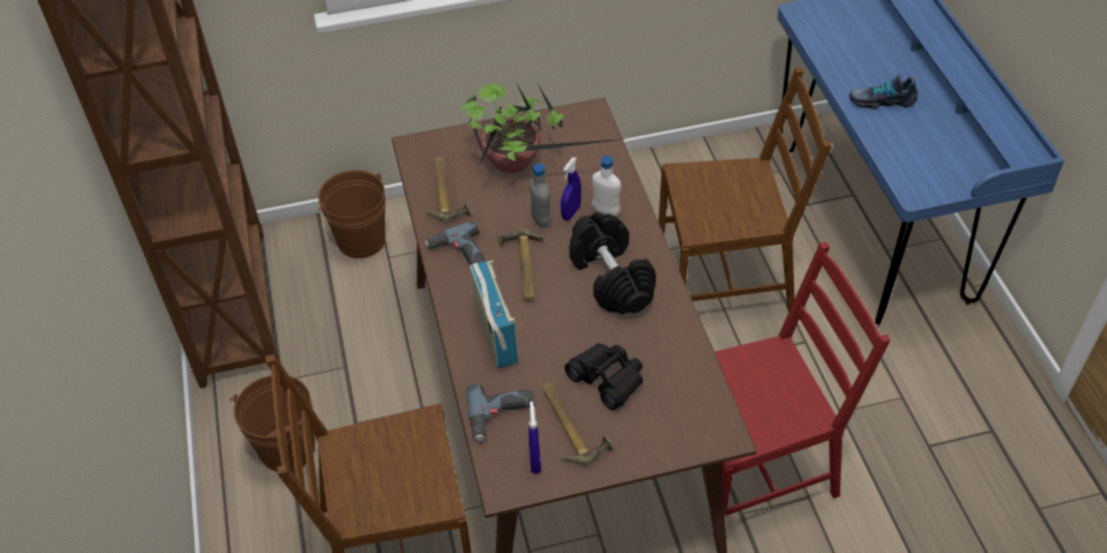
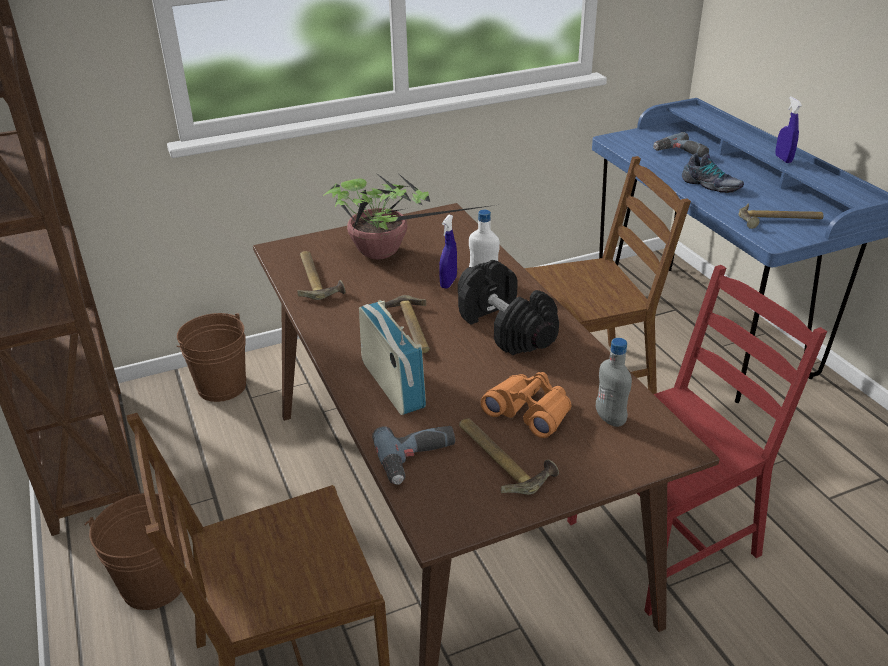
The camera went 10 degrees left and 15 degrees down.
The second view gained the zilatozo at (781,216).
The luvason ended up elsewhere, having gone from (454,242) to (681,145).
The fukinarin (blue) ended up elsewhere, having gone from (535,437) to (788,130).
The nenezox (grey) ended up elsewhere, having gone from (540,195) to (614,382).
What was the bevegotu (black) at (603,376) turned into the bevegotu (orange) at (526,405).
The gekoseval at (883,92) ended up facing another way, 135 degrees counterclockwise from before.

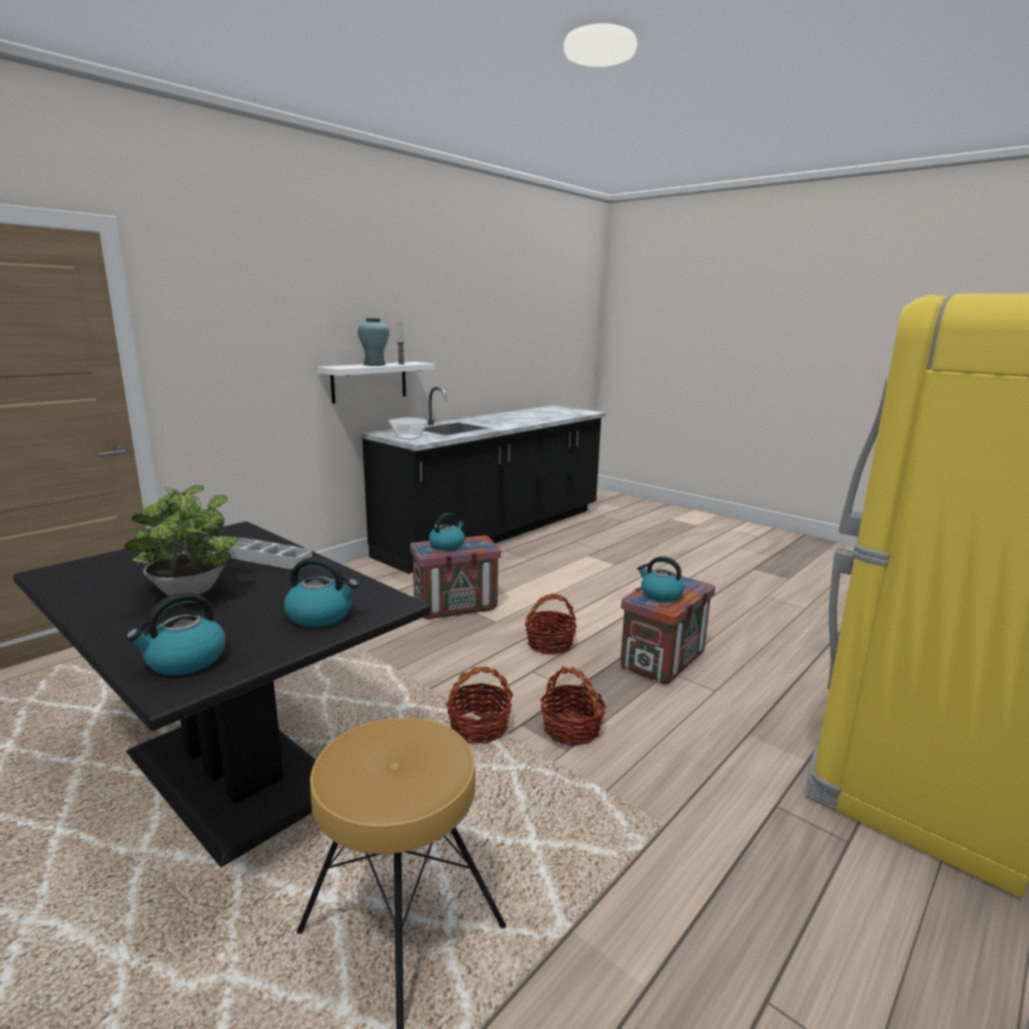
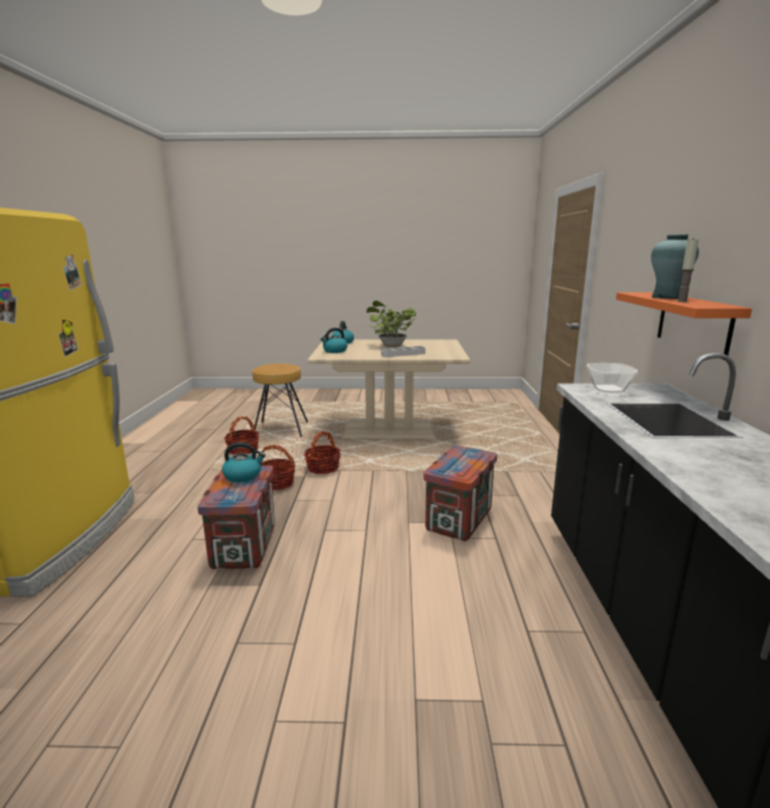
The camera went 140 degrees right and 0 degrees up.
The second view lost the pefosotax at (447,532).
The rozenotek ended up elsewhere, having gone from (551,624) to (242,435).
What was the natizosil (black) at (222,694) turned into the natizosil (beige) at (388,389).
What was the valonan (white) at (376,382) turned into the valonan (orange) at (684,323).

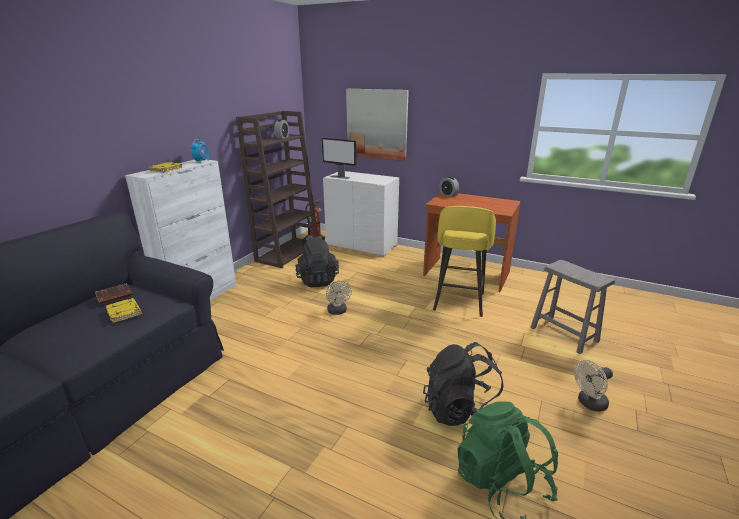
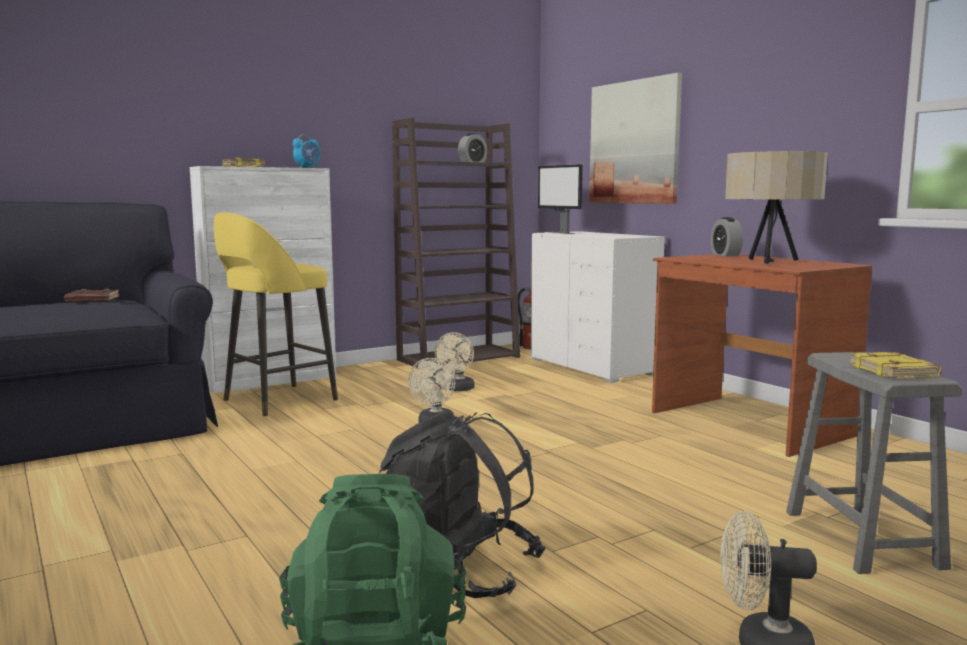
The camera went 30 degrees right and 15 degrees down.
The second view gained the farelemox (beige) at (776,207).
The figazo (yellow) ended up elsewhere, having gone from (123,310) to (894,365).
The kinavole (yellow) ended up elsewhere, having gone from (464,261) to (276,314).
Where the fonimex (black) stood at (317,260), the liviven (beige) came to stand at (455,361).

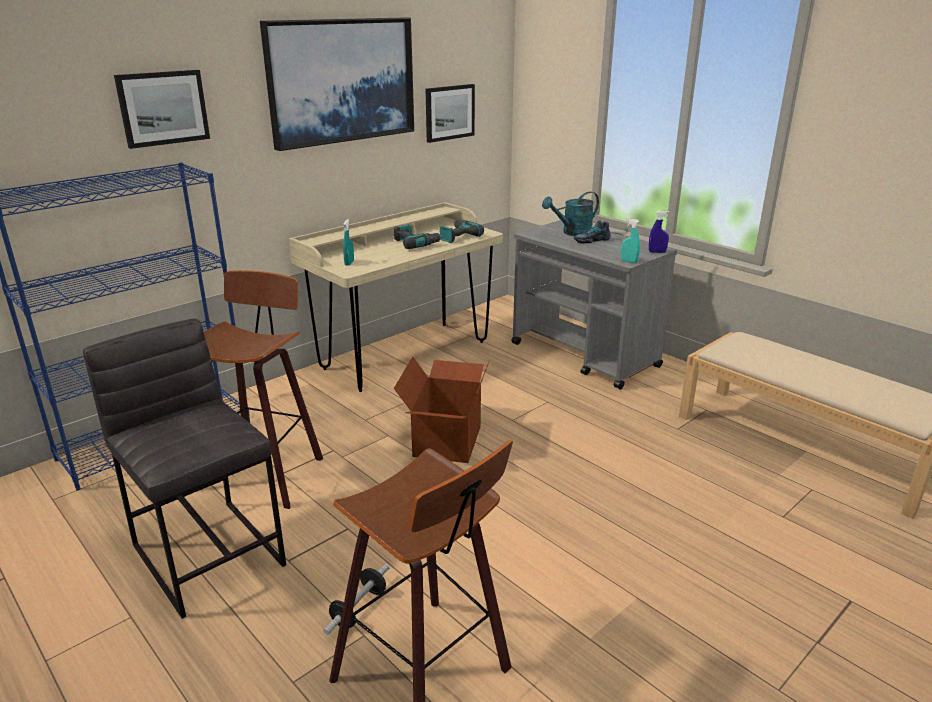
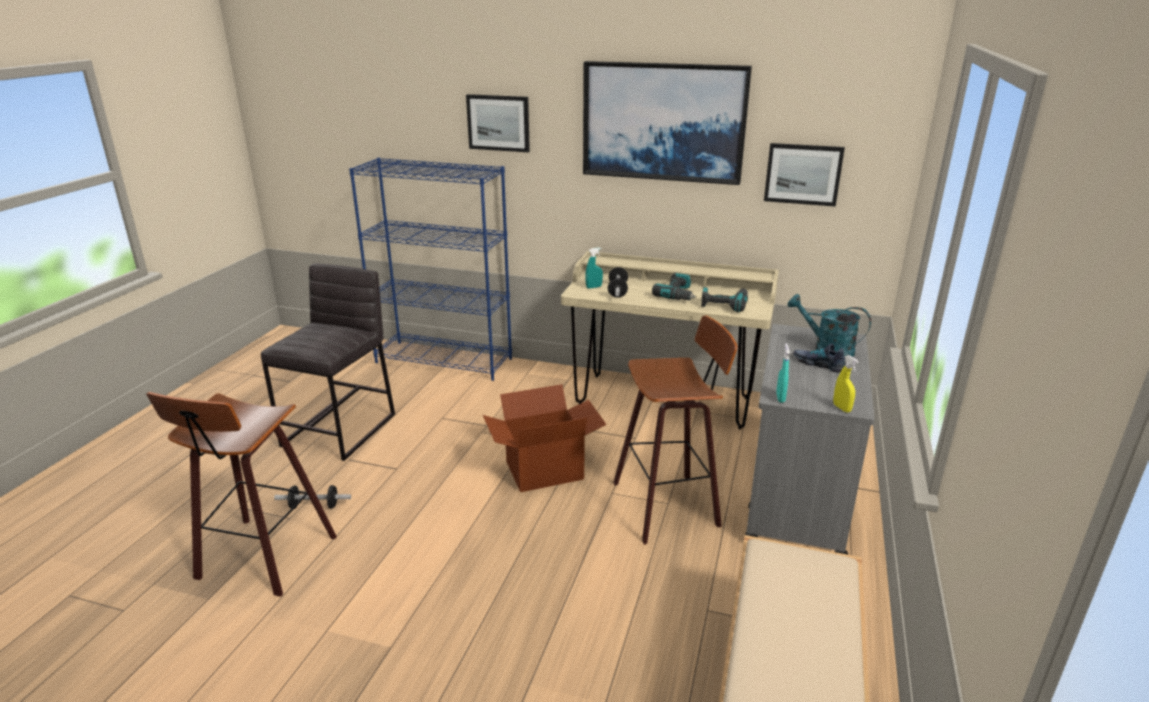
The camera went 60 degrees right and 0 degrees up.
The second view gained the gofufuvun at (618,282).
The kinavole ended up elsewhere, having gone from (263,390) to (675,430).
What was the fukinarin (blue) at (659,232) turned into the fukinarin (yellow) at (846,384).

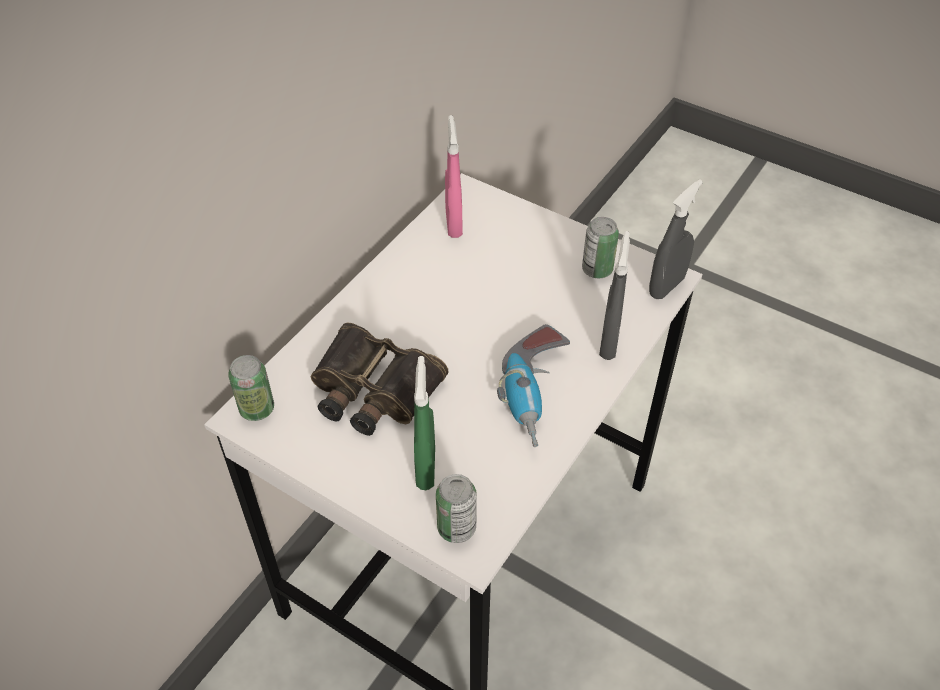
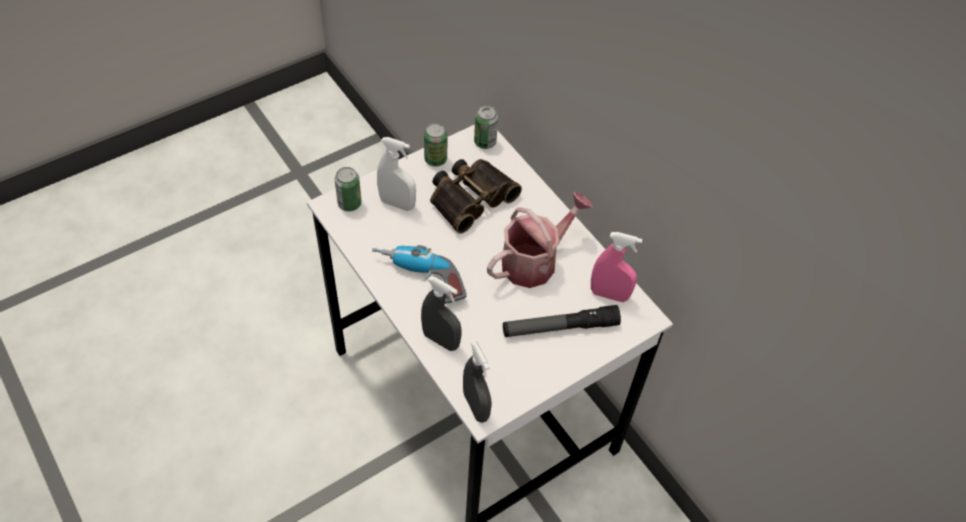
The camera went 110 degrees right and 5 degrees up.
The second view gained the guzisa at (540,240).
The second view gained the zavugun at (562,321).
The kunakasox ended up elsewhere, having gone from (600,247) to (436,145).
What was the fukinarin (green) at (424,423) turned into the fukinarin (white) at (396,174).

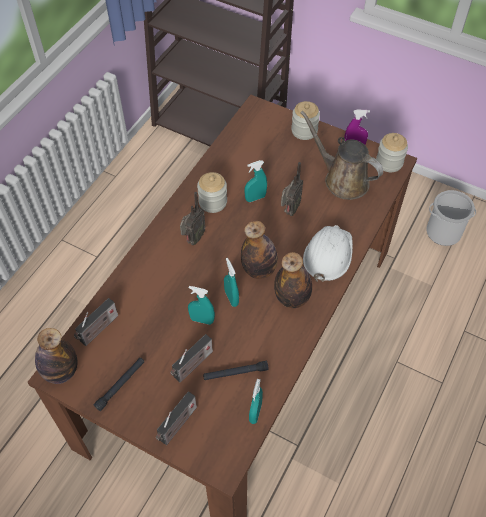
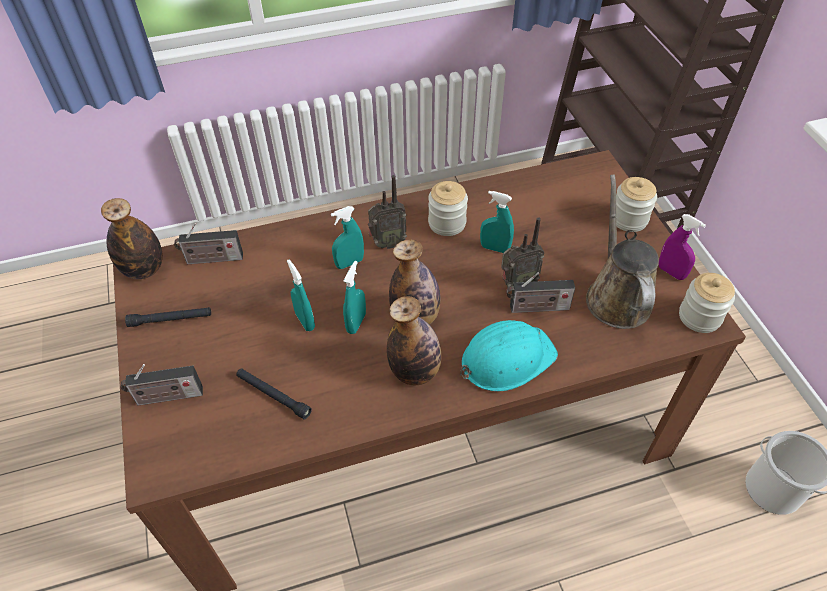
The camera went 45 degrees right and 5 degrees down.
The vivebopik ended up elsewhere, having gone from (191,358) to (540,292).
The fukinarin (turquoise) ended up elsewhere, having gone from (256,401) to (347,237).
What was the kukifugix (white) at (328,253) turned into the kukifugix (turquoise) at (509,356).

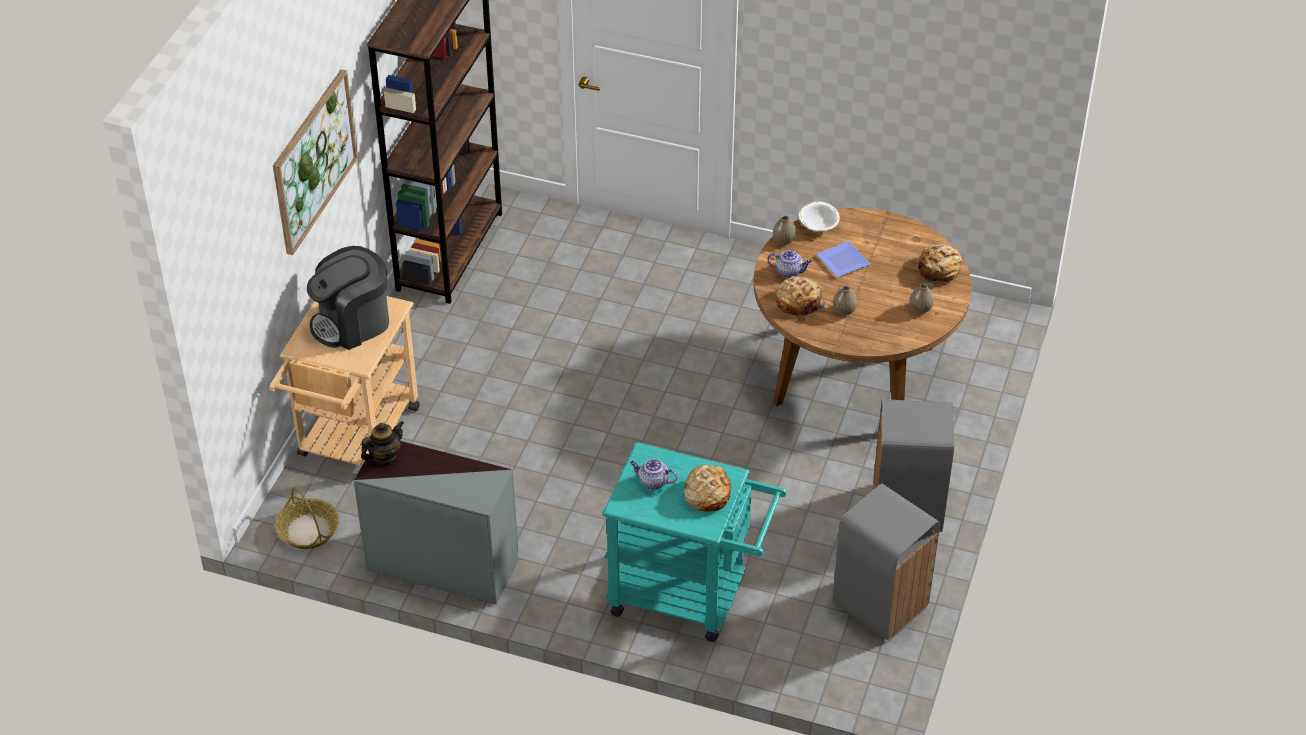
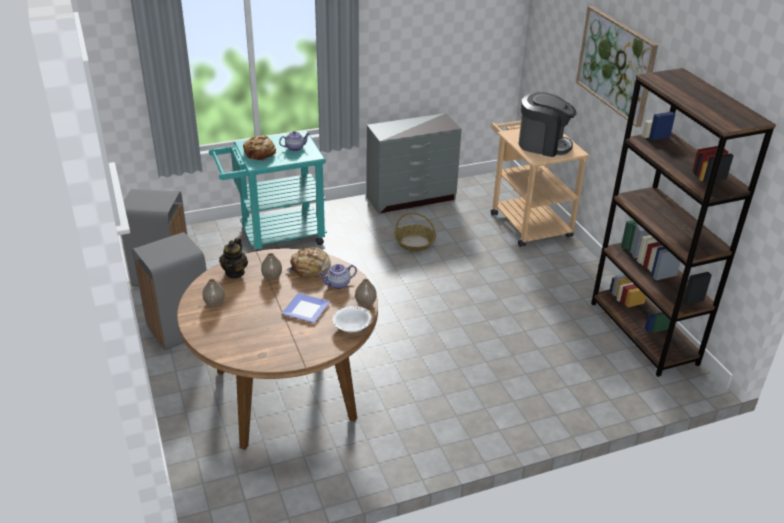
The camera went 140 degrees right and 10 degrees down.
The second view lost the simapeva at (940,264).
The rozenotek ended up elsewhere, having gone from (307,518) to (415,232).
The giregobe ended up elsewhere, having gone from (382,443) to (233,258).
The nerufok at (348,298) ended up facing another way, 90 degrees clockwise from before.

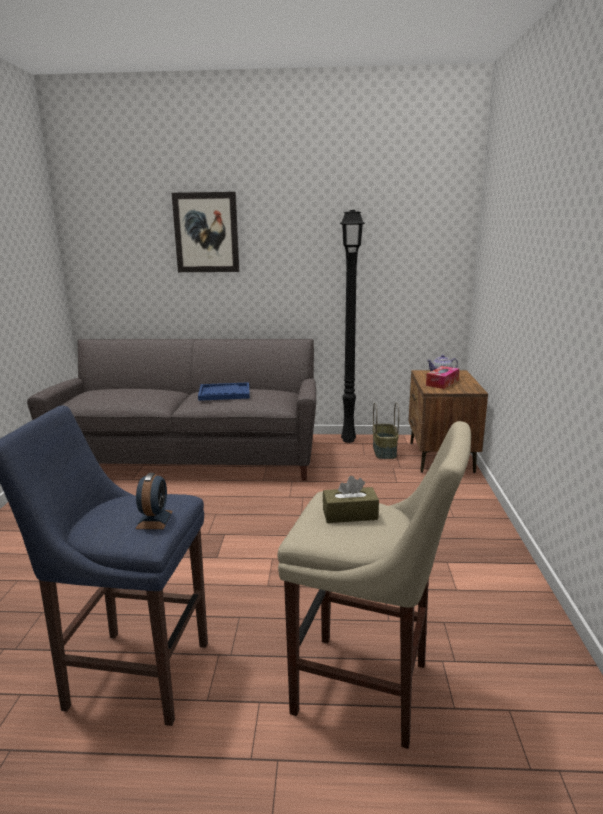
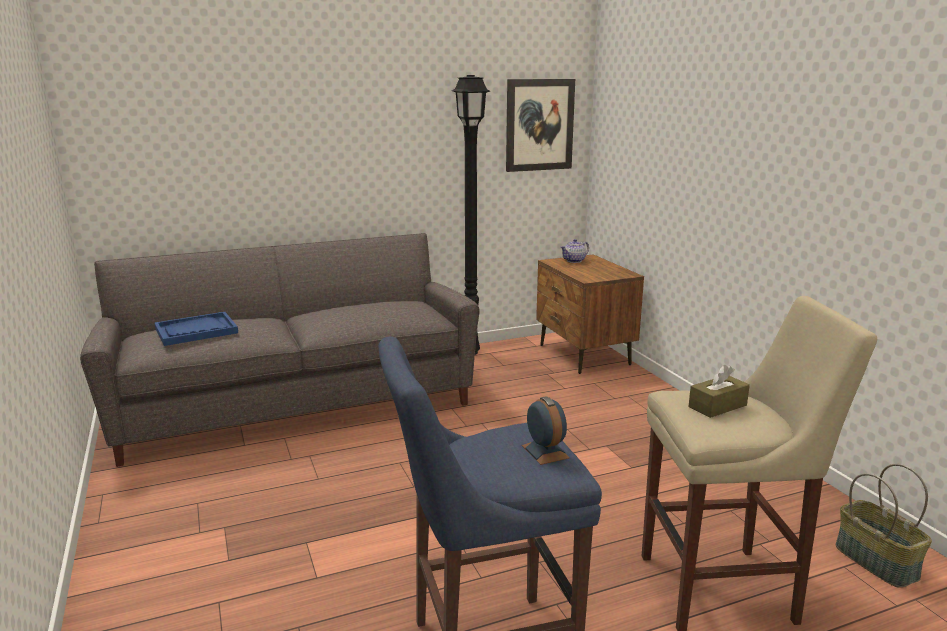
The camera went 25 degrees left and 0 degrees up.
The second view lost the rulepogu at (442,377).
The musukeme ended up elsewhere, having gone from (205,232) to (540,125).
The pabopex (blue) ended up elsewhere, having gone from (224,391) to (196,329).
The rozenotek ended up elsewhere, having gone from (385,430) to (884,526).

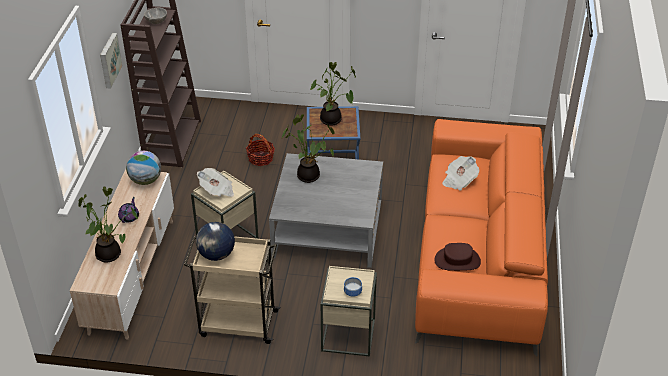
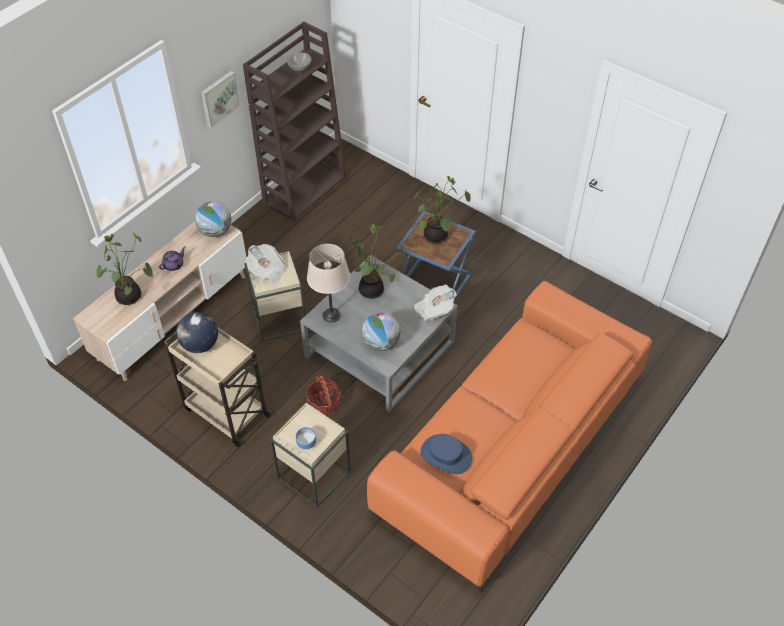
The camera went 30 degrees right and 10 degrees up.
The second view gained the farelemox (beige) at (328,283).
The second view gained the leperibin at (381,331).
The rozenotek ended up elsewhere, having gone from (260,150) to (324,395).
The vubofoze ended up elsewhere, having gone from (460,173) to (435,303).
What was the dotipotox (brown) at (457,257) turned into the dotipotox (blue) at (446,454).

